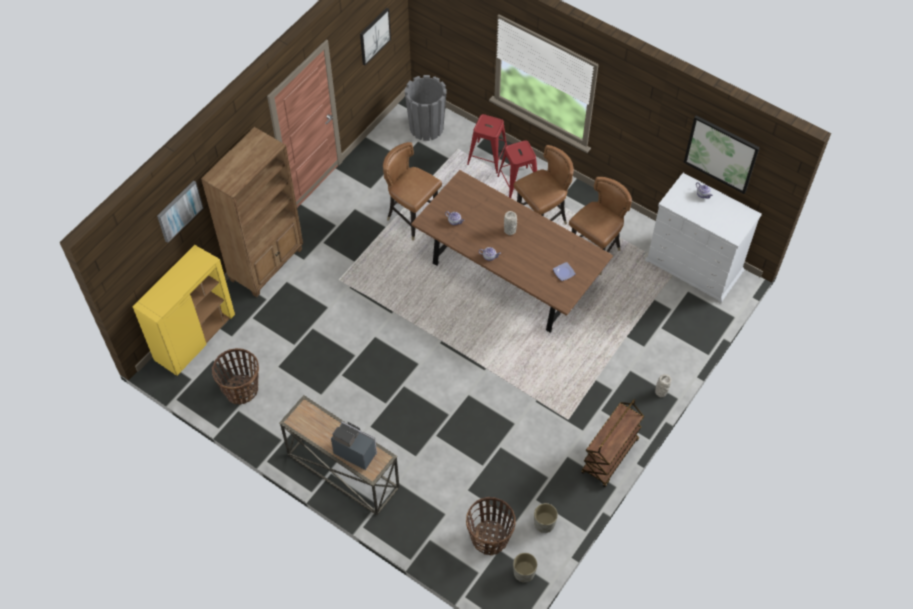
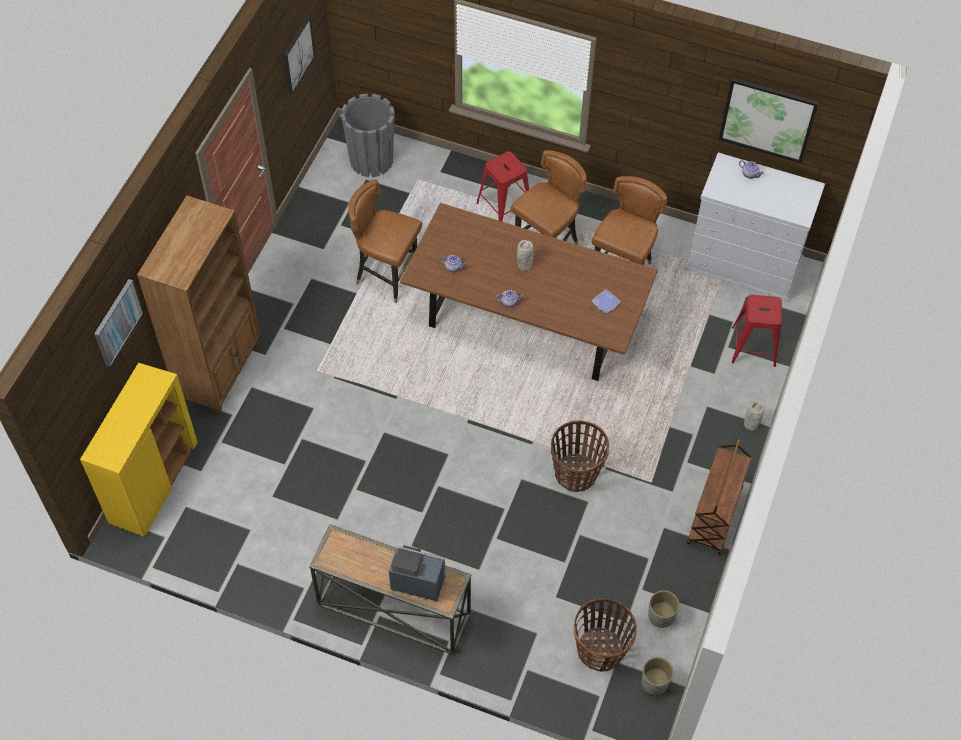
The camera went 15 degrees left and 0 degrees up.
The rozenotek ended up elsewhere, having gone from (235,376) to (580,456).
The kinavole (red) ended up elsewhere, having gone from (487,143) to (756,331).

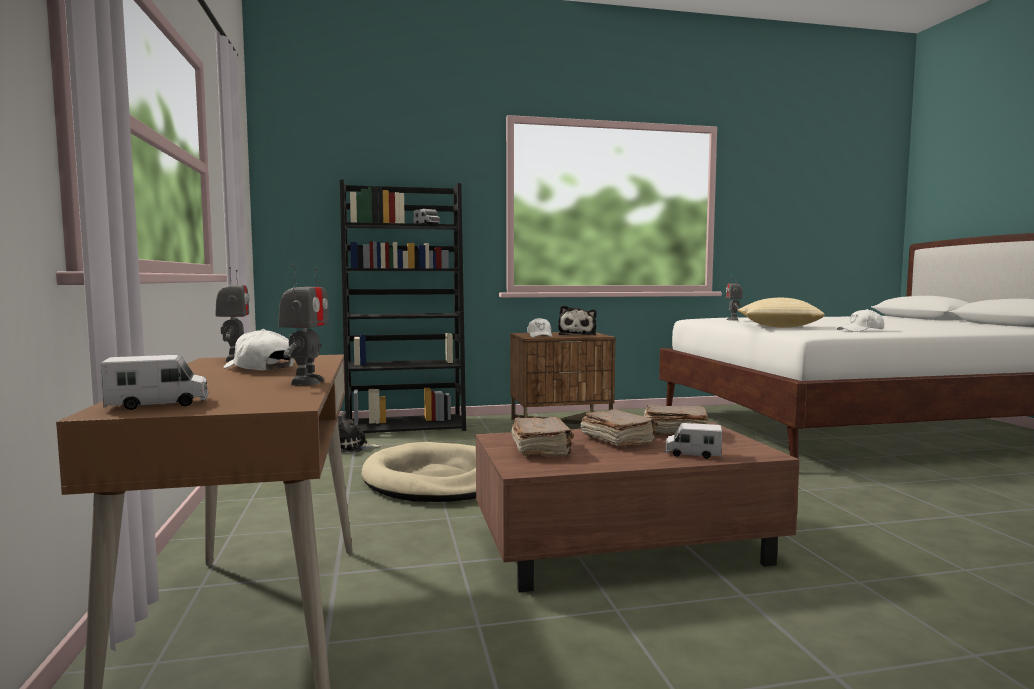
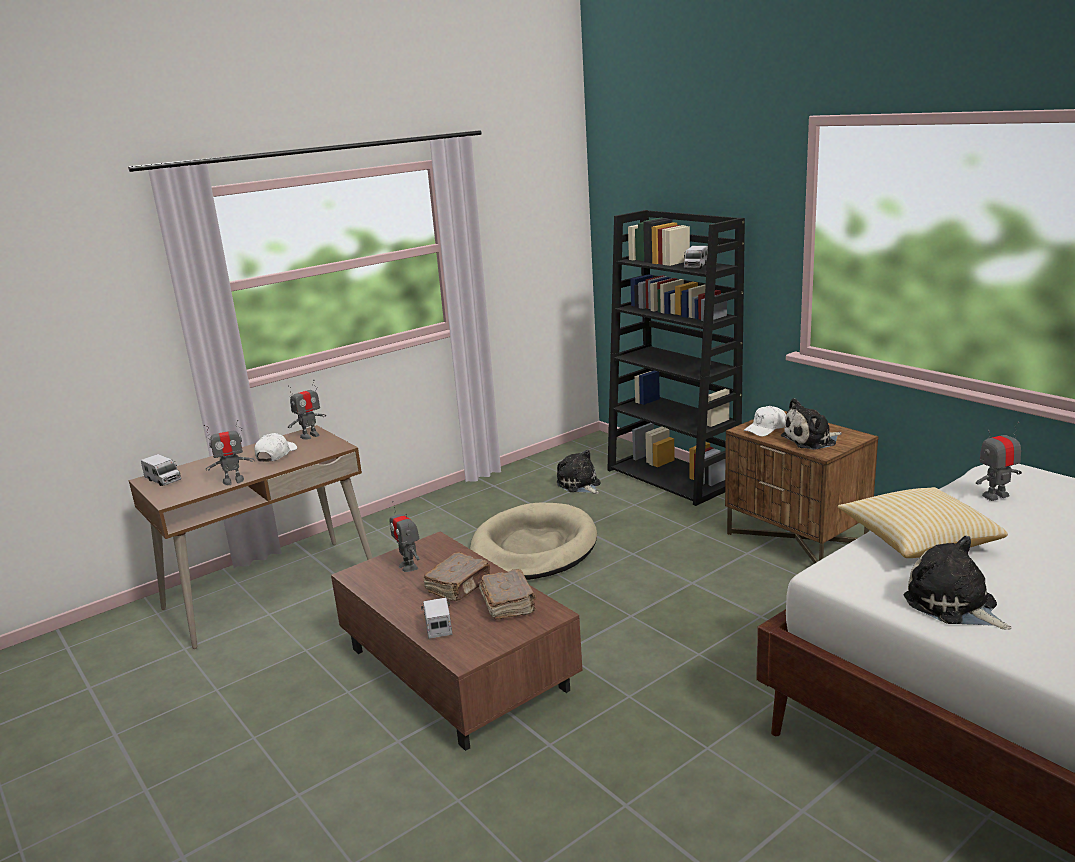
The camera went 65 degrees right and 15 degrees up.
Where the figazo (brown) stood at (542,436), the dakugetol came to stand at (404,536).
Where the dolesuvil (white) stood at (860,320), the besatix came to stand at (958,583).

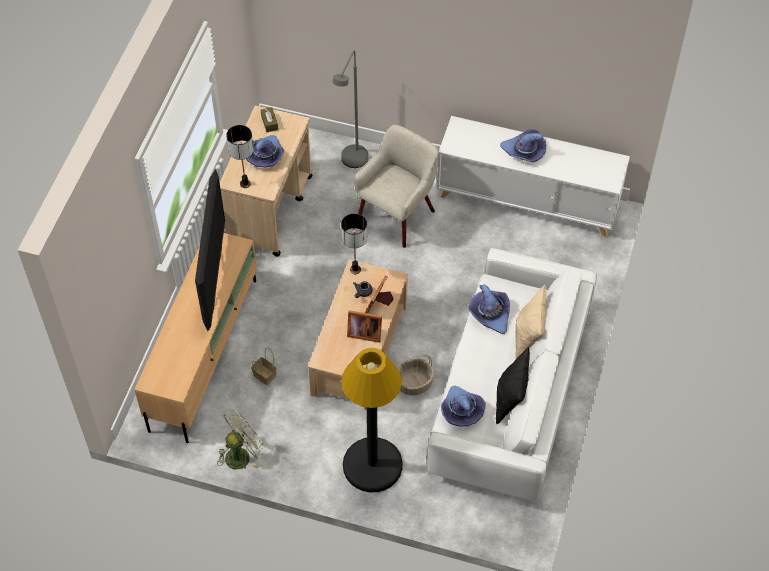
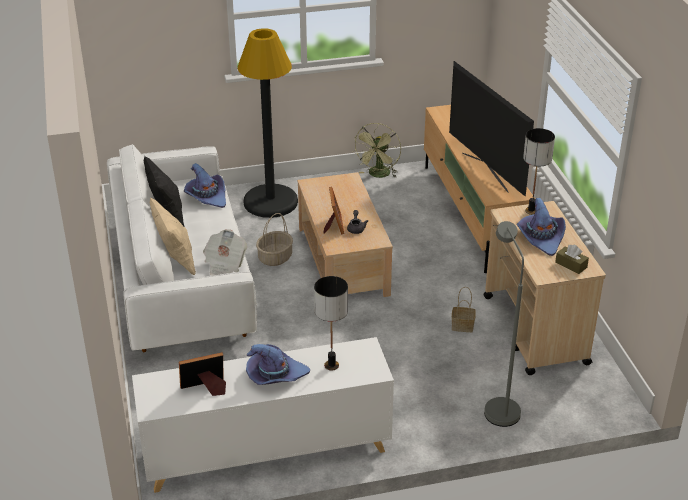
The camera went 150 degrees right and 20 degrees down.
The second view lost the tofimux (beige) at (396,186).
The rozenotek ended up elsewhere, having gone from (264,366) to (464,309).
The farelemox ended up elsewhere, having gone from (354,244) to (331,323).
The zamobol ended up elsewhere, having gone from (364,326) to (202,374).
Where the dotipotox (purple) stood at (489,309), the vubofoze came to stand at (225,252).

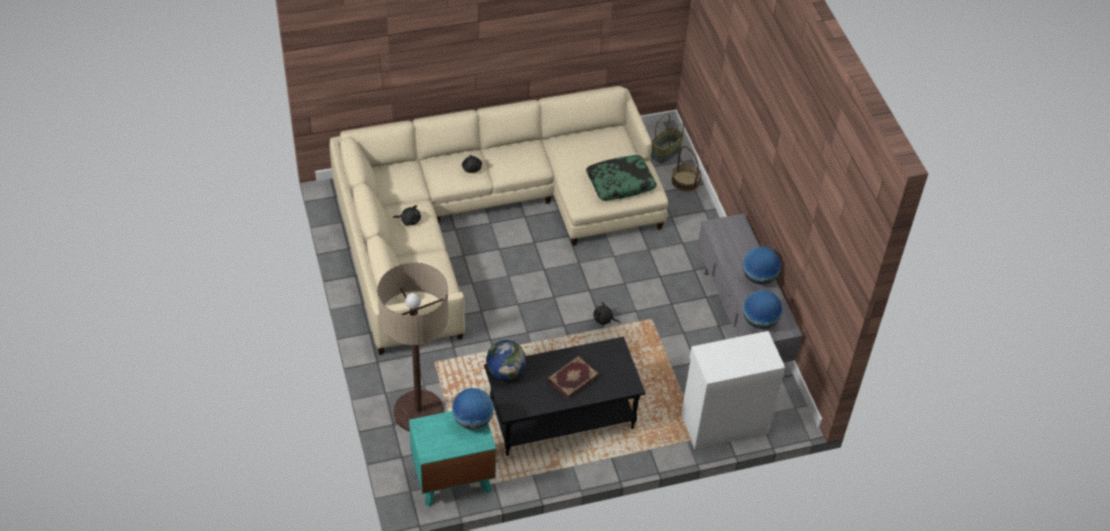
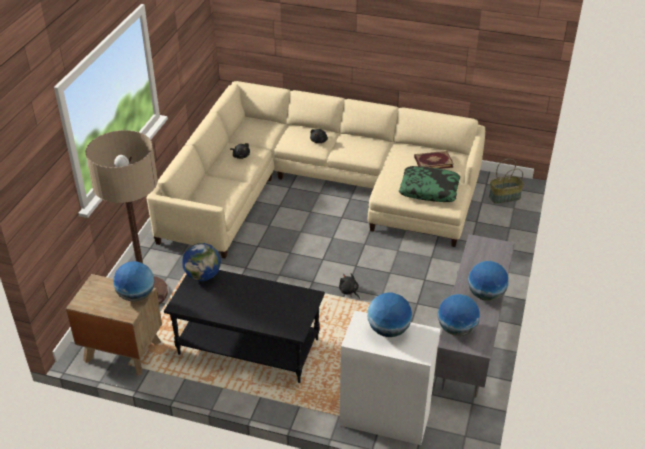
The camera went 35 degrees right and 10 degrees down.
The second view lost the rozenotek at (686,169).
The second view gained the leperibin at (389,314).
The figazo ended up elsewhere, having gone from (573,377) to (434,160).
What was the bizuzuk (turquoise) at (452,458) turned into the bizuzuk (brown) at (114,324).

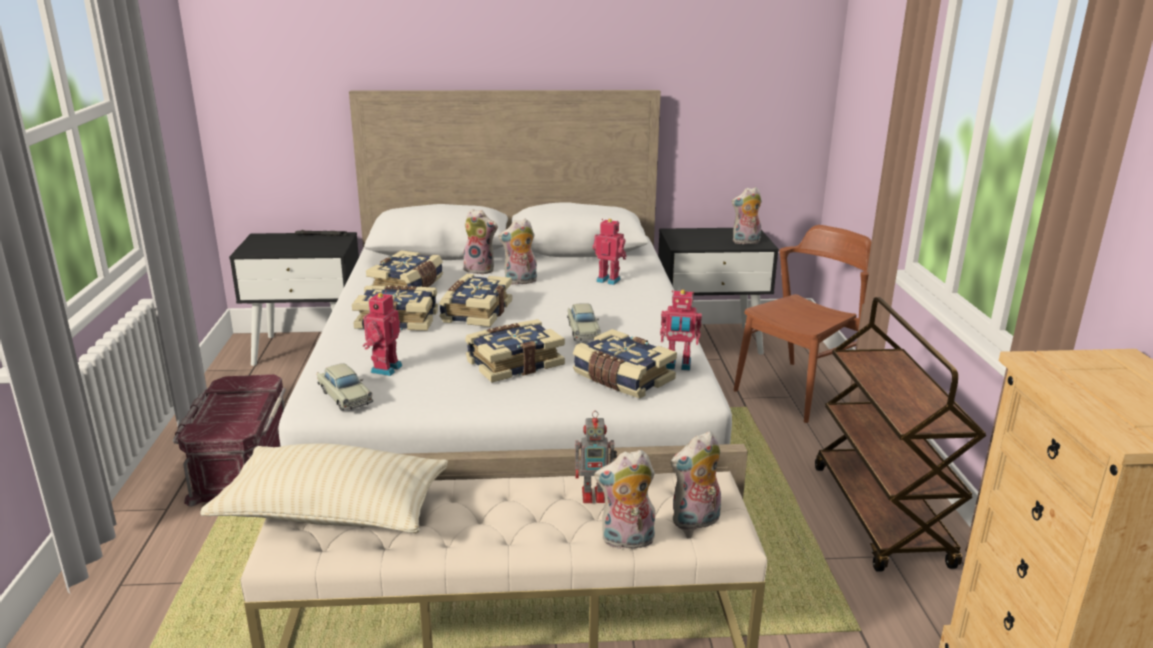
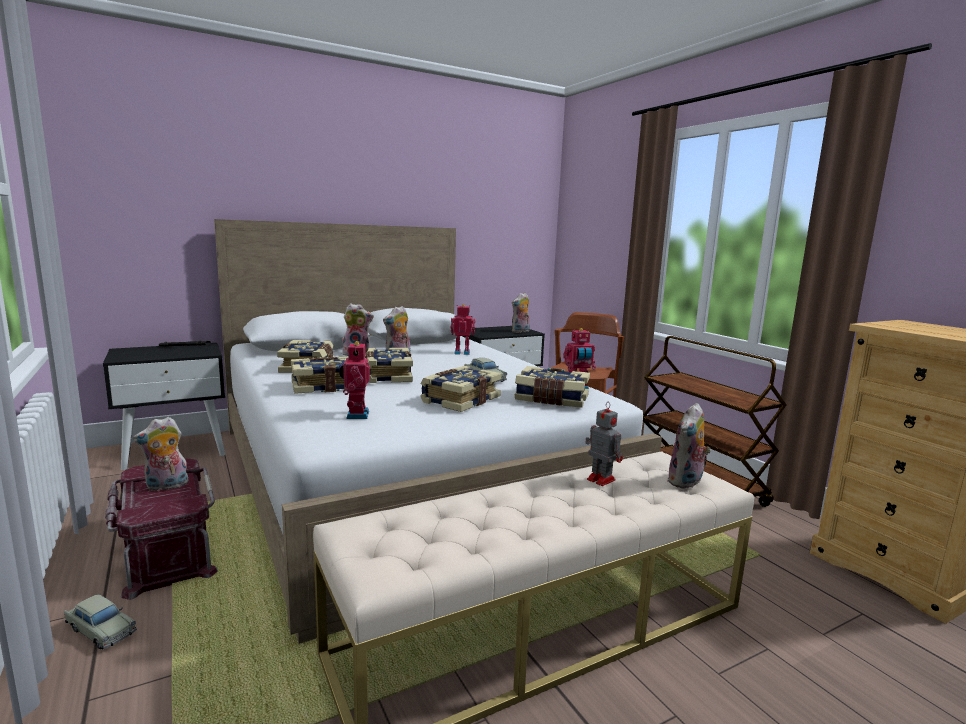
The camera went 25 degrees left and 10 degrees down.
The second view lost the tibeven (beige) at (324,488).
The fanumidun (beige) ended up elsewhere, having gone from (345,387) to (100,622).
The besatix ended up elsewhere, having gone from (624,501) to (161,454).
The dakugetol at (596,457) ended up facing another way, 105 degrees counterclockwise from before.

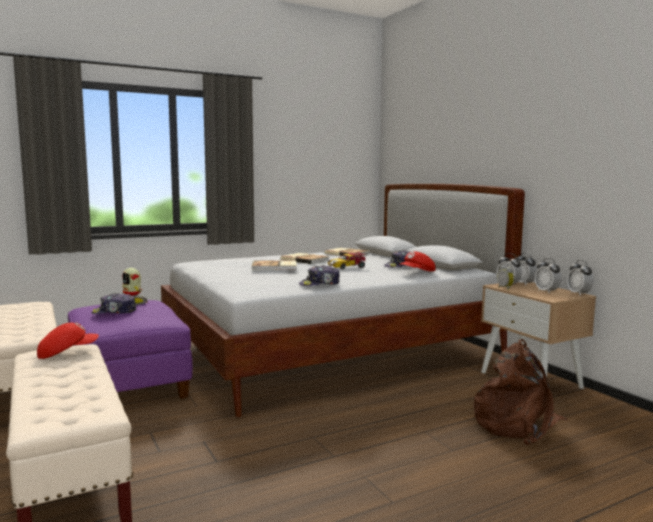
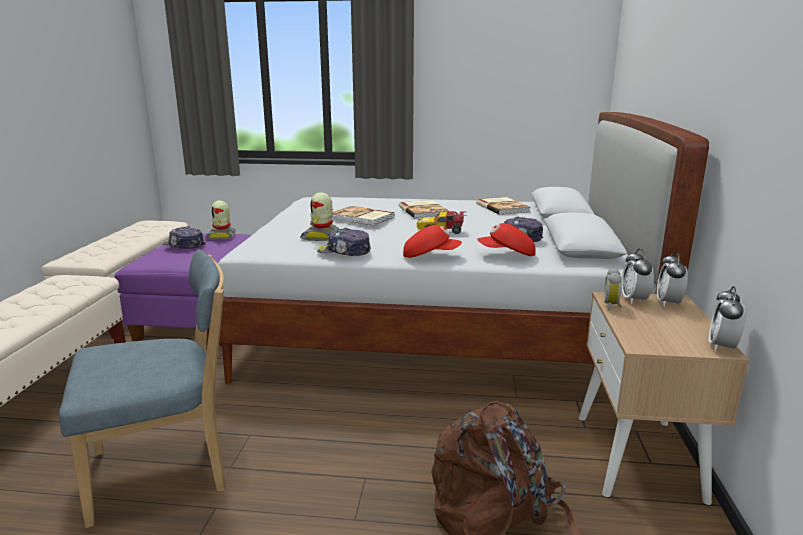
The camera went 35 degrees right and 10 degrees up.
The second view lost the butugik at (548,275).
The second view gained the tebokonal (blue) at (142,388).
The second view gained the dakugetol at (319,216).
The dolesuvil (red) ended up elsewhere, having gone from (68,340) to (432,241).

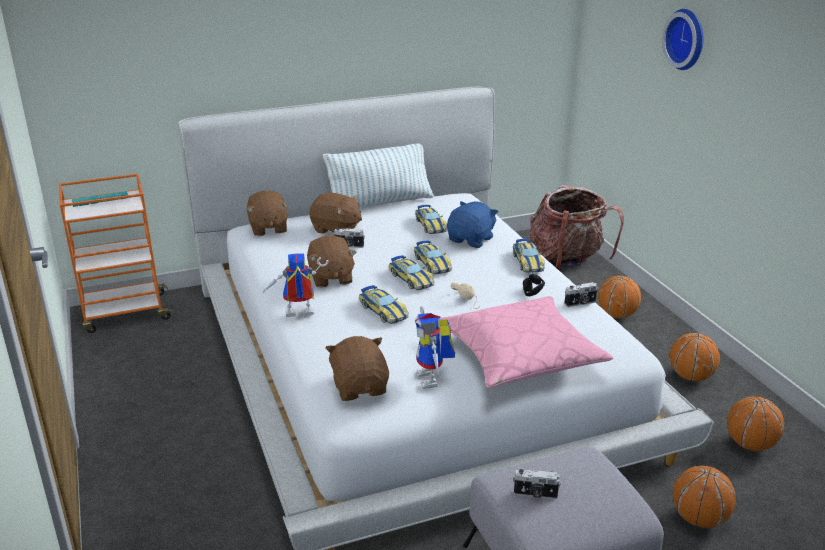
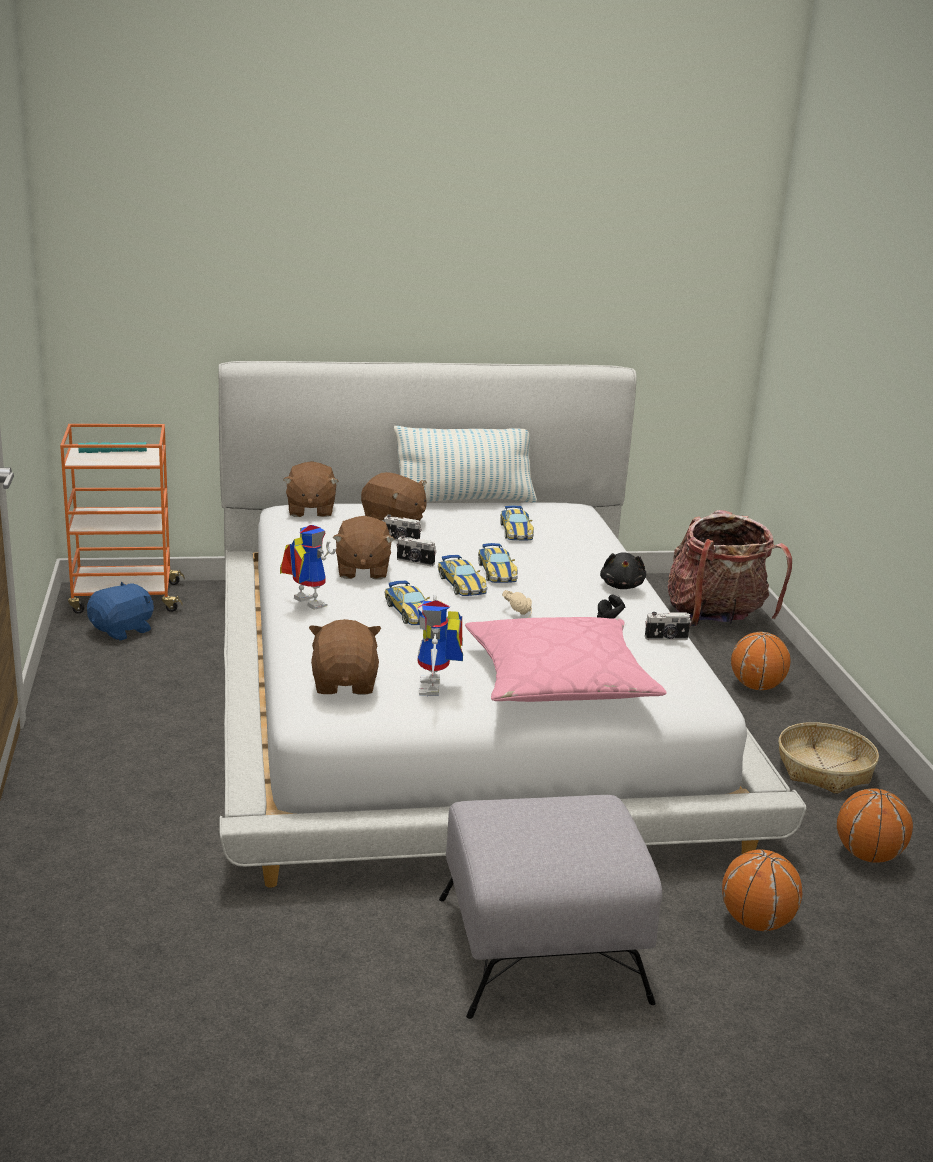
The camera went 10 degrees right and 5 degrees down.
The second view lost the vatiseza at (683,39).
The besatix (blue) ended up elsewhere, having gone from (472,224) to (120,611).
The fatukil ended up elsewhere, having gone from (537,484) to (416,550).
Where the fanumidun stood at (529,255), the besatix (black) came to stand at (623,570).
Where the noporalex stood at (695,357), the rozenotek came to stand at (829,758).
The dakugetol at (295,285) ended up facing another way, 45 degrees clockwise from before.

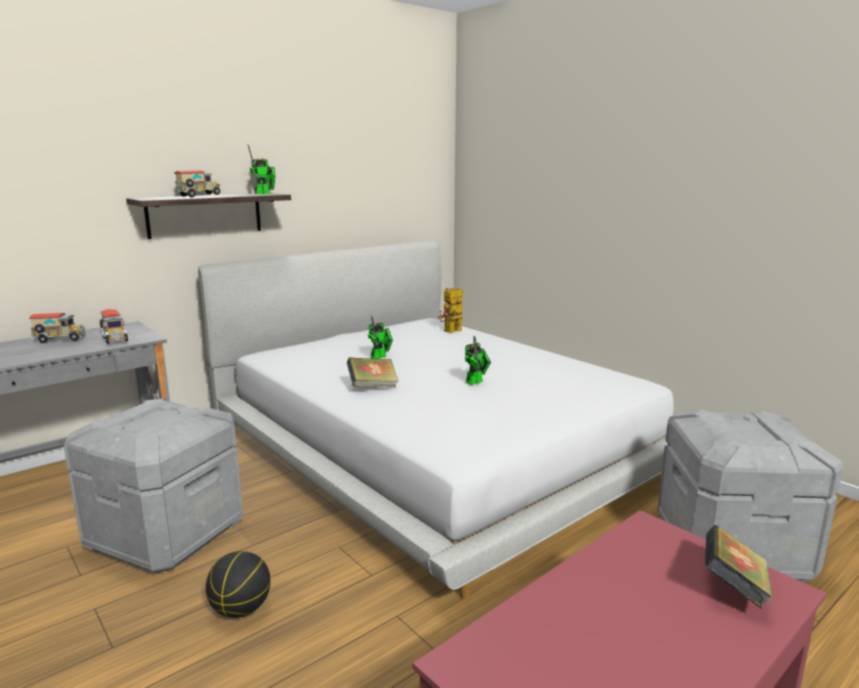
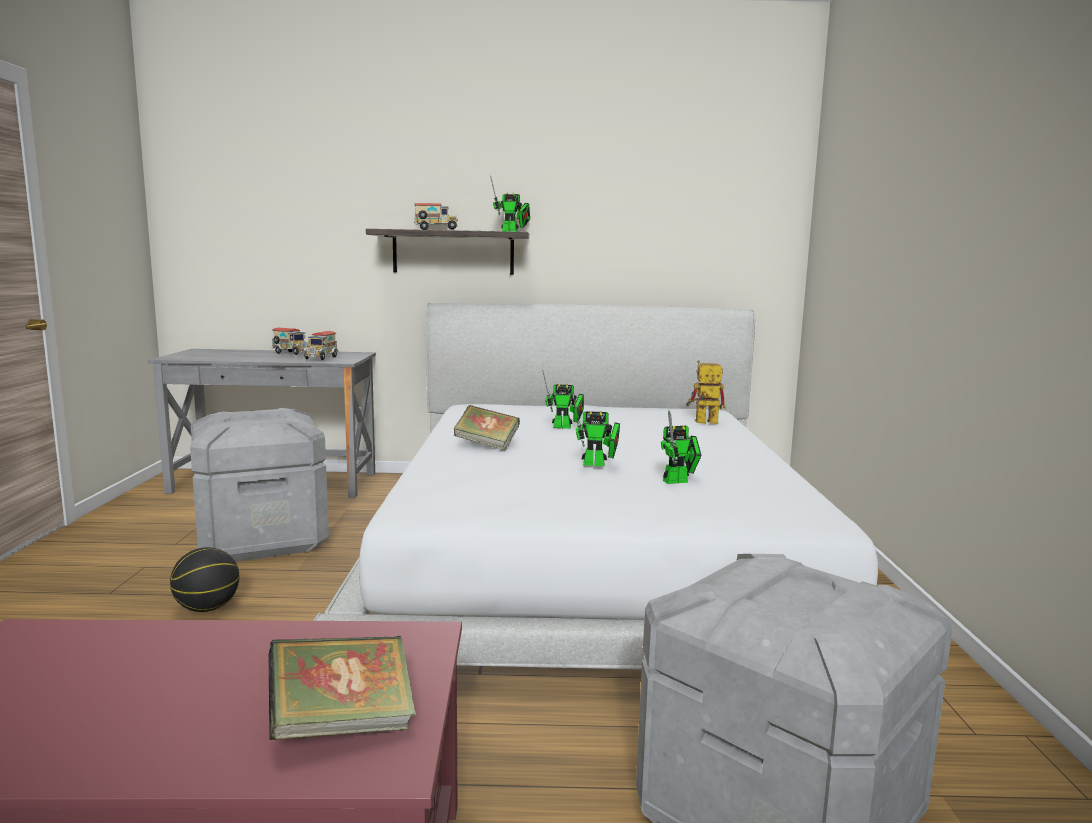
The camera went 40 degrees right and 5 degrees down.
The second view gained the dakugetol at (681,447).

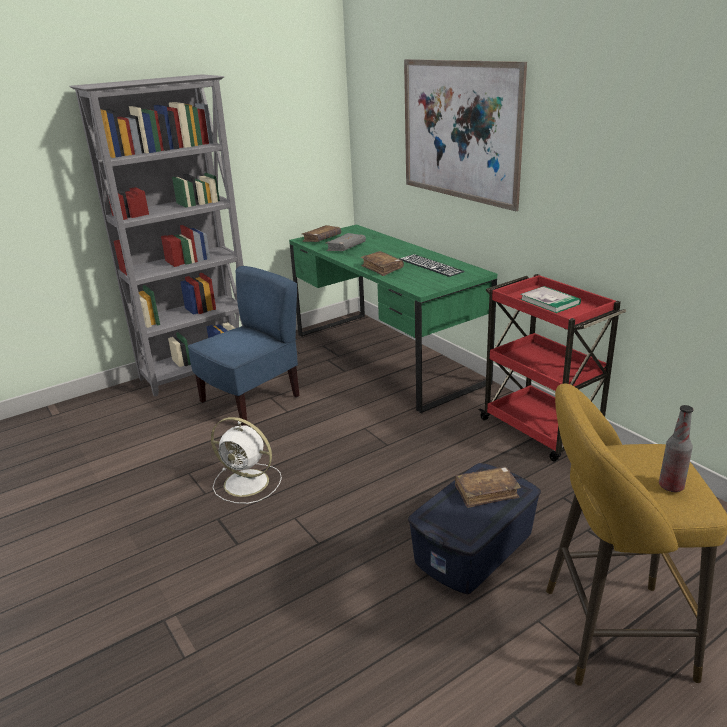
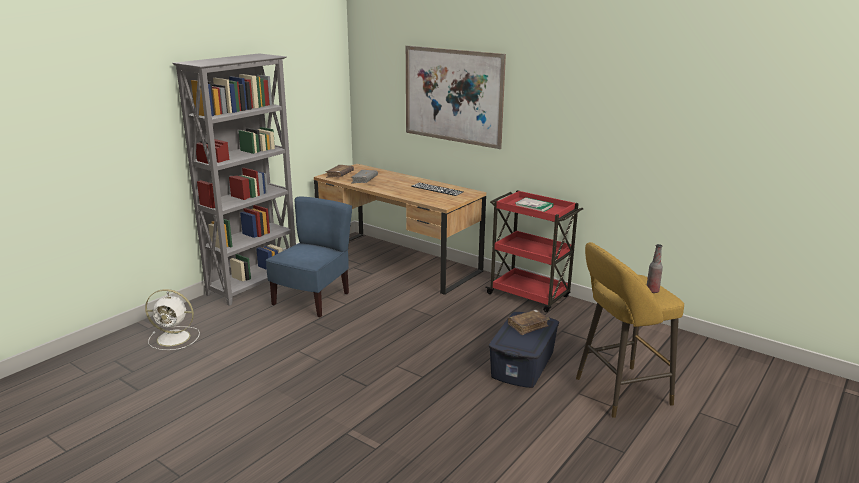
The camera went 20 degrees left and 5 degrees down.
The second view lost the figazo (brown) at (382,263).
The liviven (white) ended up elsewhere, having gone from (246,460) to (172,319).
What was the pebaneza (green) at (393,319) turned into the pebaneza (brown) at (400,229).

